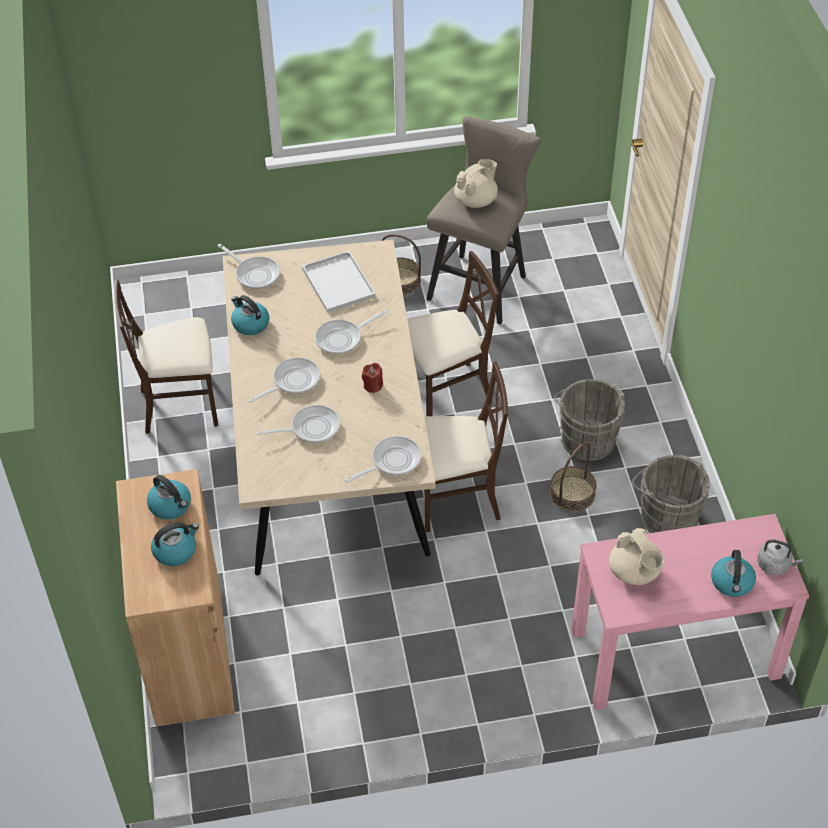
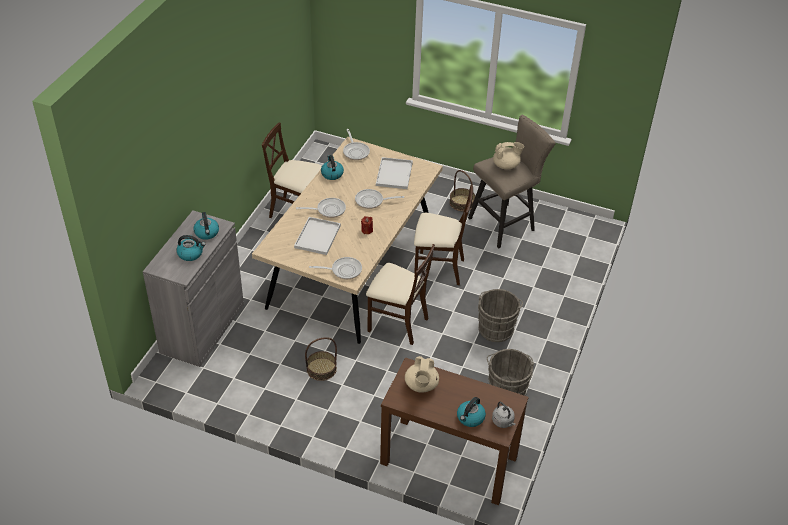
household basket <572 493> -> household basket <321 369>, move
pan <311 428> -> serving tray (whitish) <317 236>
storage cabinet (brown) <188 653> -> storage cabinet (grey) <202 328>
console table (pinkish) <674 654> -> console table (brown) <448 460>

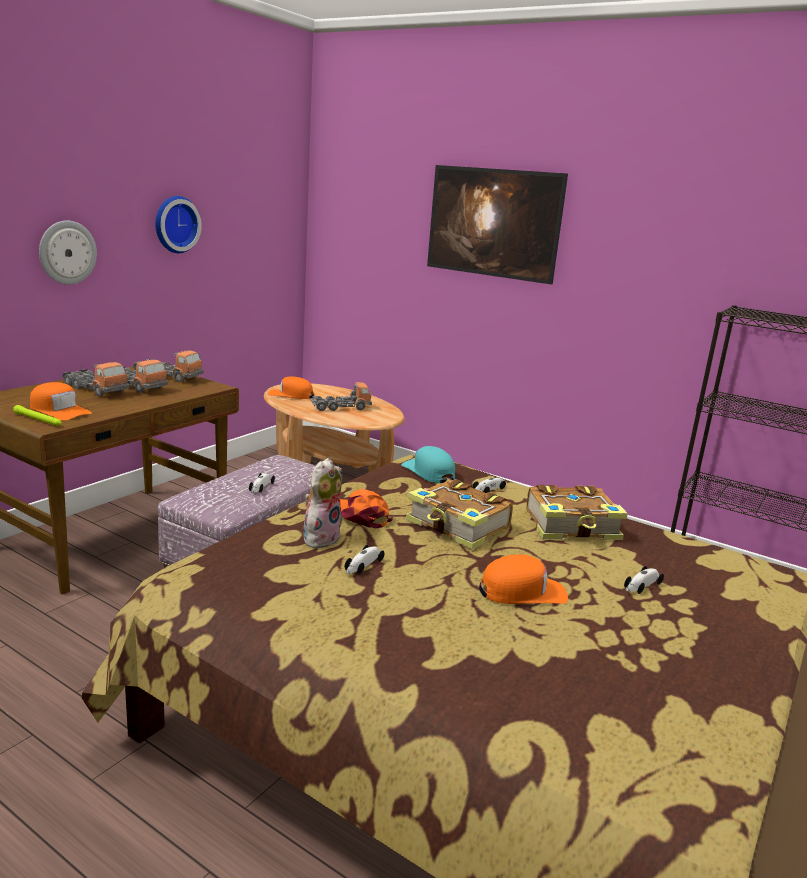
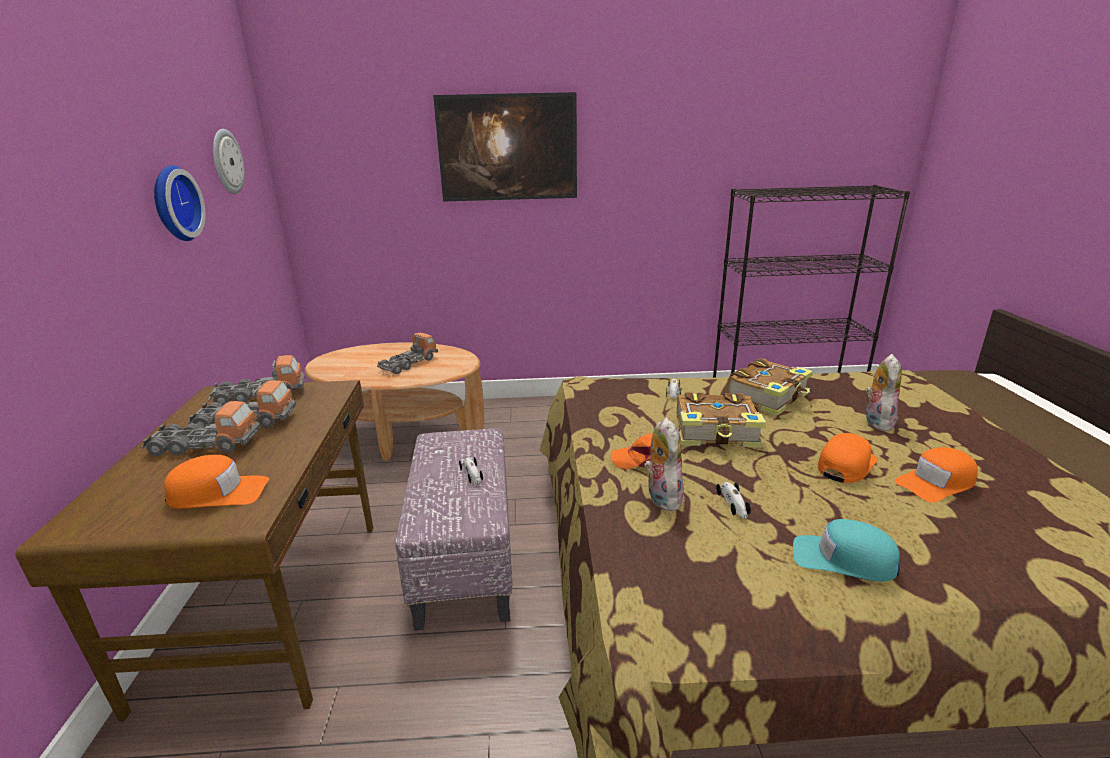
hand torch (green-coloured) <38 420> -> none
wall clock <67 252> -> wall clock <226 162>, move
peaked cap (orange-coloured) <291 395> -> peaked cap (orange-coloured) <936 483>, move
peaked cap (turquoise) <428 472> -> peaked cap (turquoise) <843 559>, move
miniature car <641 585> -> plush toy <876 421>

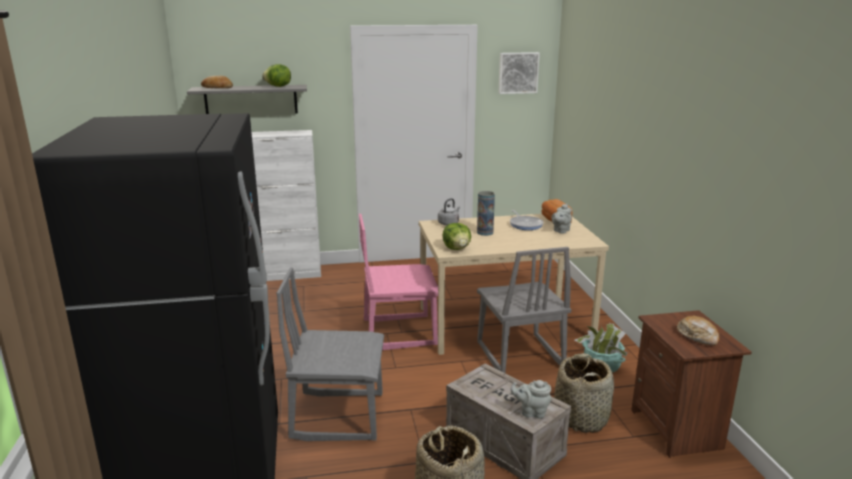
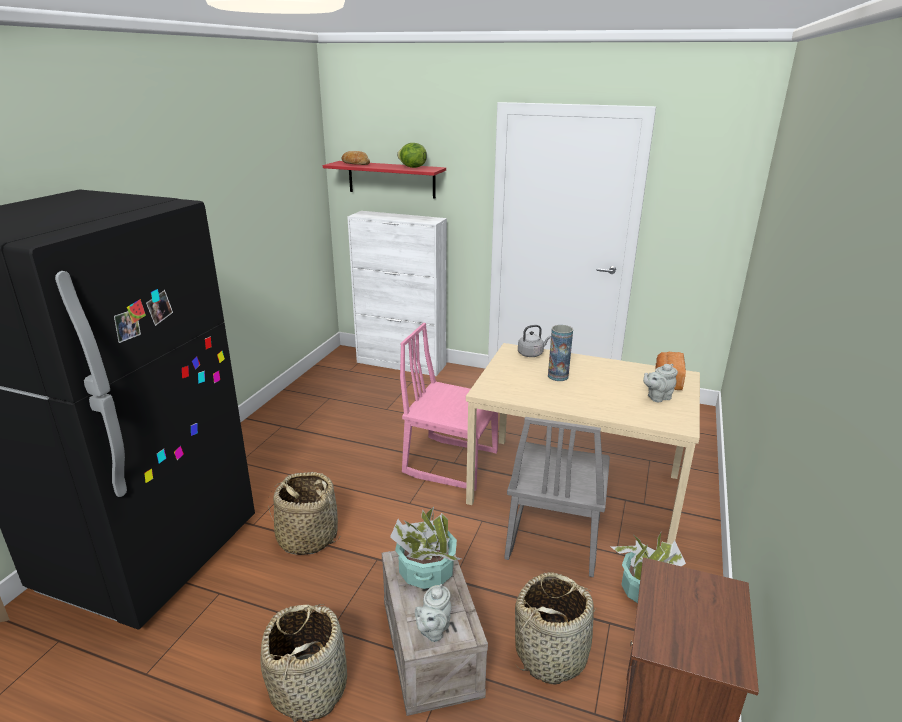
lettuce <457 248> -> none
picture <518 73> -> none
pan <525 224> -> none
bakery bread <698 336> -> none
none -> potted plant <426 571>
chair (grey) <338 415> -> household basket <307 537>
wall shelf (grey) <251 100> -> wall shelf (red) <391 179>
tea pot (grey) <531 412> -> tea pot (grey) <433 630>, 105 degrees counterclockwise

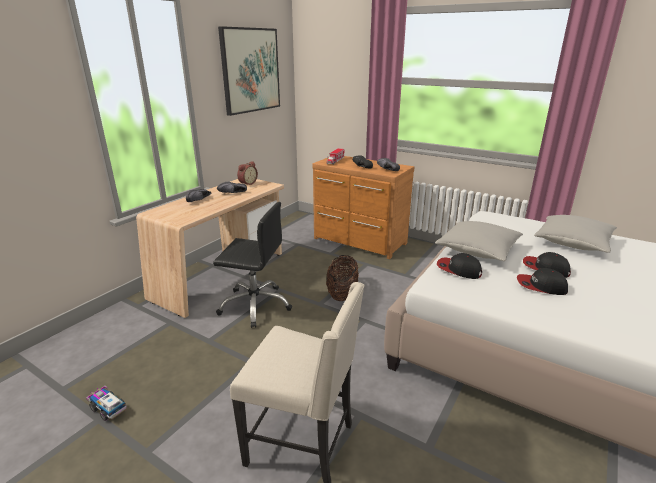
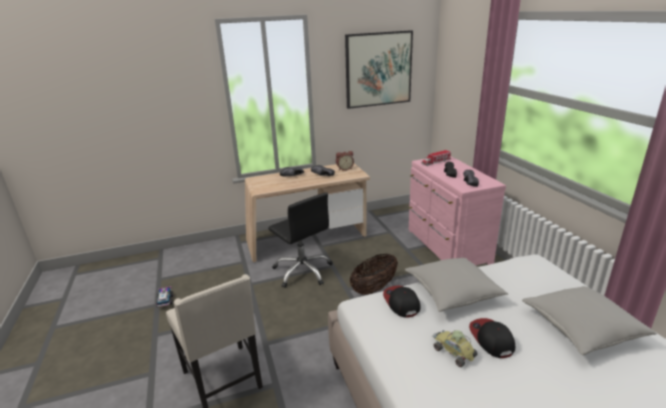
peaked cap <540 286> -> miniature car <453 352>
dresser (brown) <359 242> -> dresser (pinkish) <446 247>

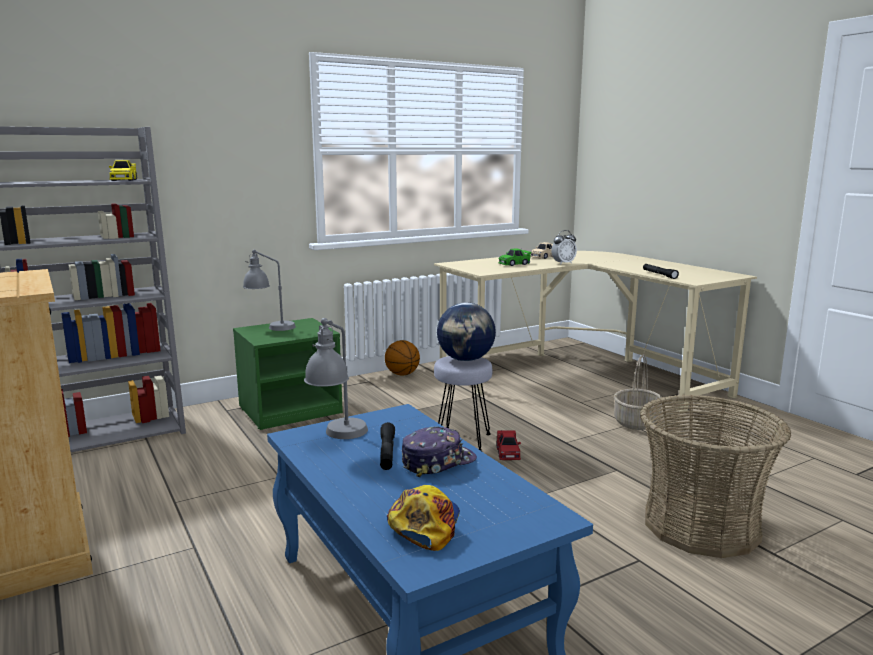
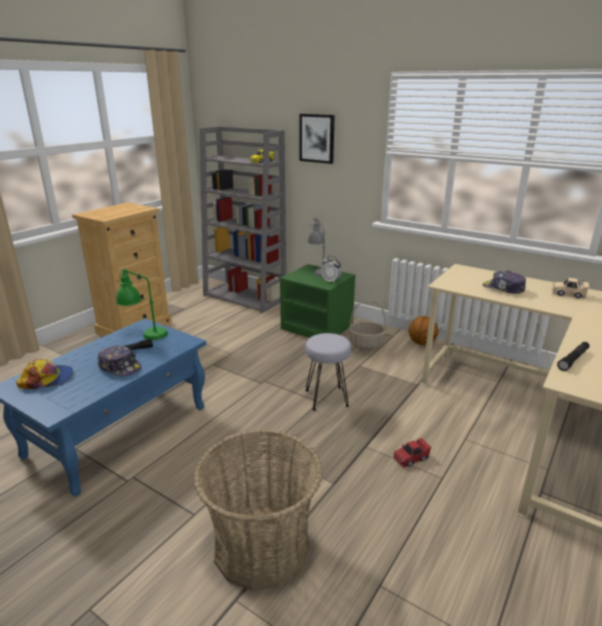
globe <465 360> -> none
none -> picture <317 138>
miniature car (red) <508 453> -> miniature car (red) <411 458>, move
table clock <563 263> -> table clock <331 281>, move
household basket <636 423> -> household basket <366 344>, move
miniature car (green-coloured) <514 264> -> peaked cap <503 288>
tabletop lamp (grey) <339 438> -> tabletop lamp (green-coloured) <144 335>

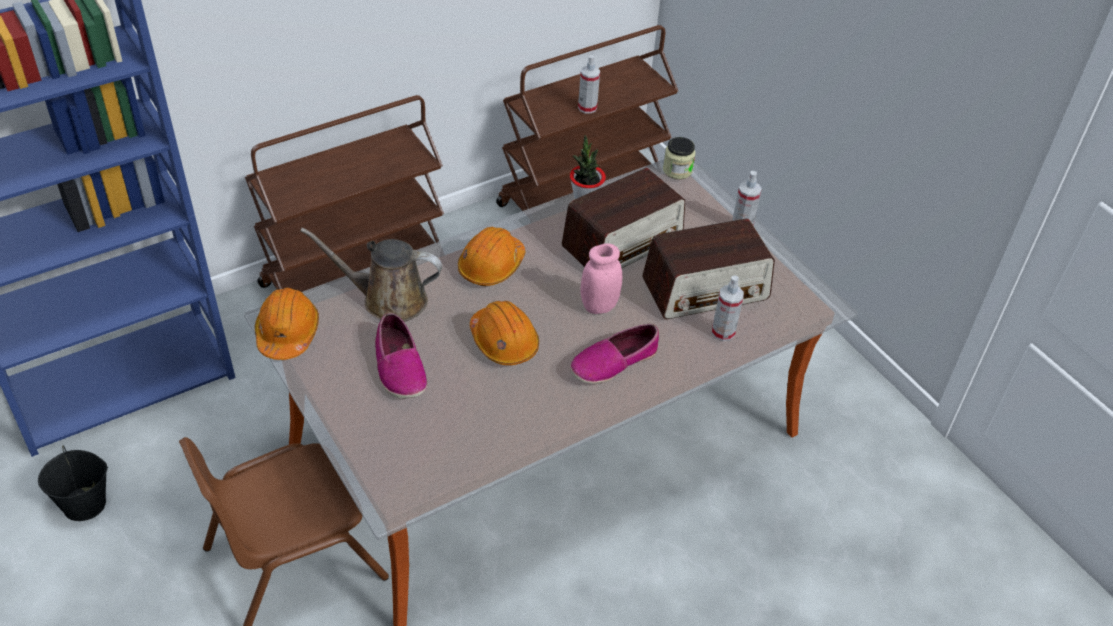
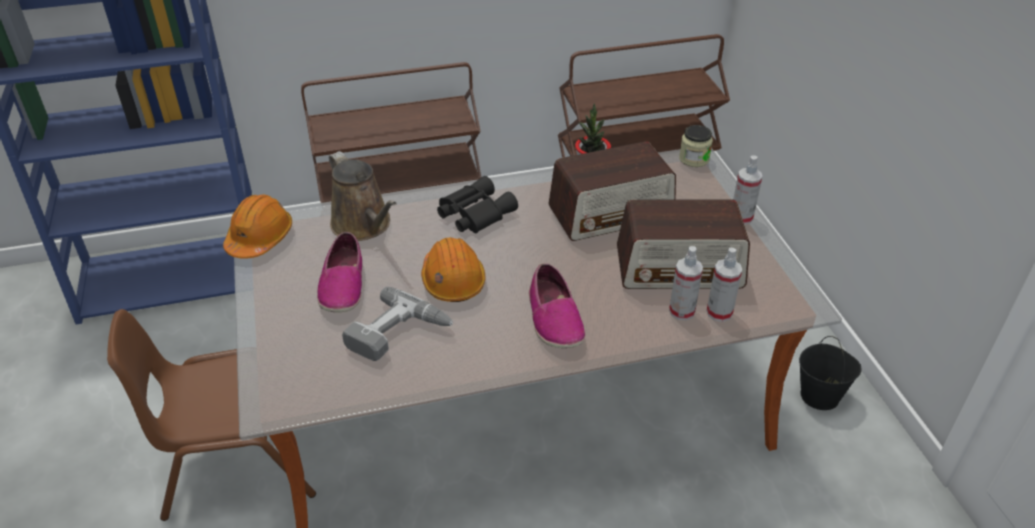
preserve jar (pinkish) <599 306> -> none
none -> power drill <399 335>
bucket (black) <85 504> -> bucket (black) <820 396>, move
hand sprayer <587 108> -> hand sprayer <719 312>, move
hard hat (orange-coloured) <491 266> -> binoculars (black) <473 213>
watering pot (brown) <388 299> -> watering pot (brown) <364 225>, 150 degrees counterclockwise
item of footwear <613 362> -> item of footwear <554 319>, 90 degrees counterclockwise

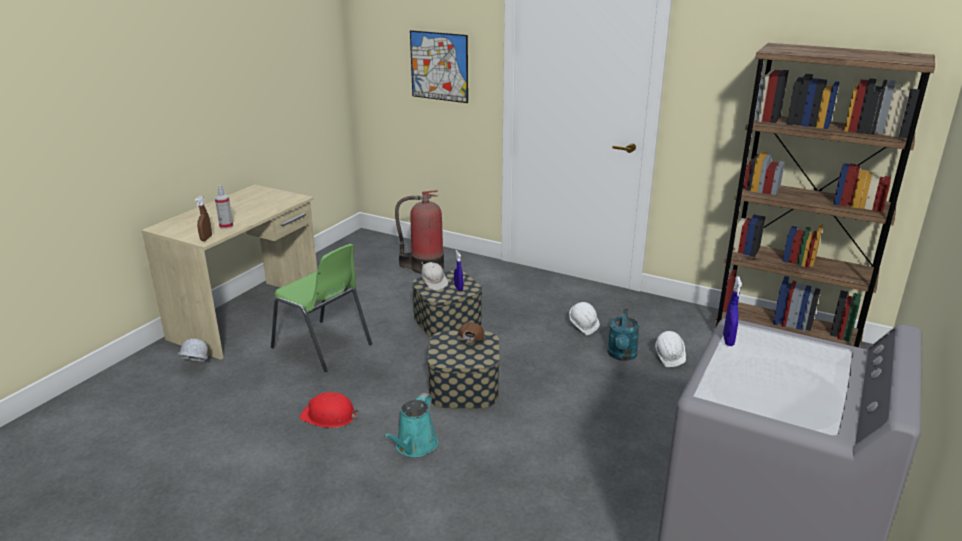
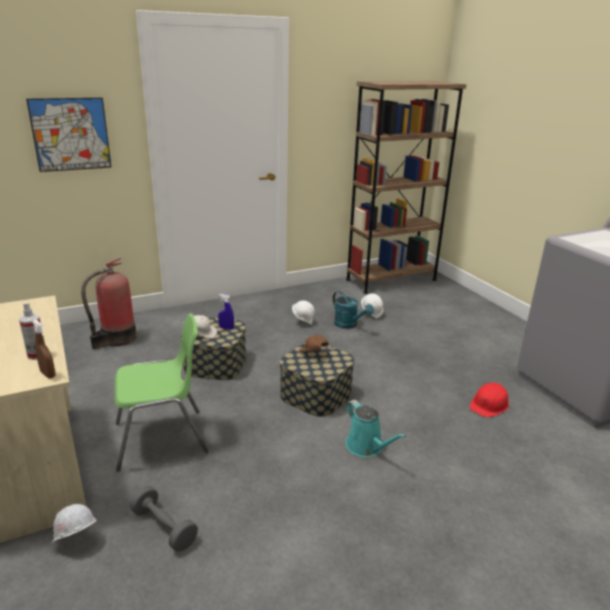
hand sprayer (blue) <728 340> -> none
none -> free weight (grey) <164 527>
hard hat (red) <329 416> -> hard hat (red) <489 404>, move

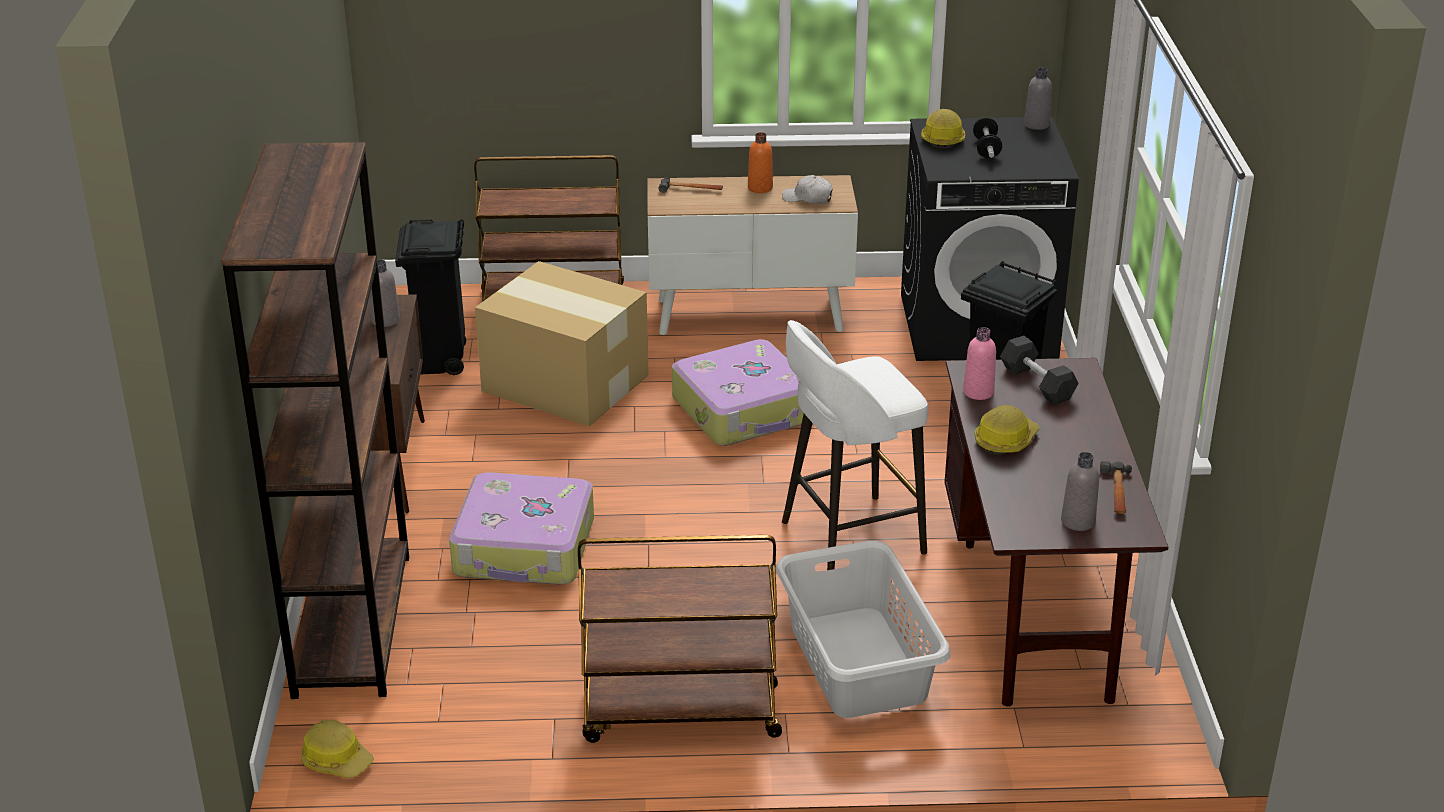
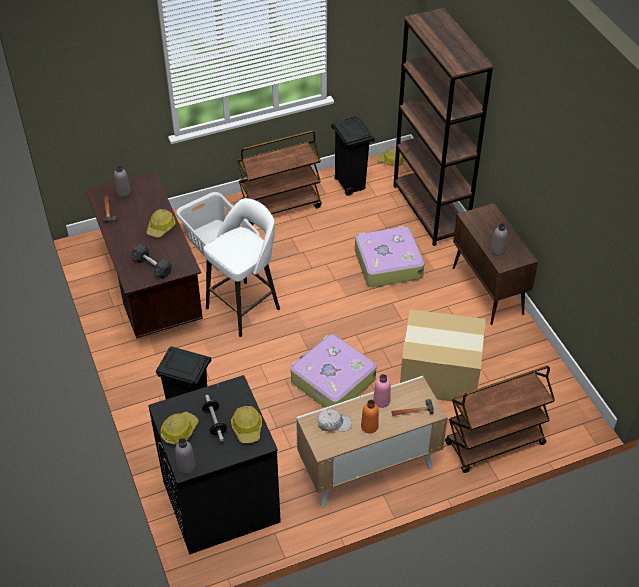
none -> hard hat <179 431>
rubbish bin (black) <441 363> -> rubbish bin (black) <350 185>, move
beverage bottle (pinkish) <978 392> -> beverage bottle (pinkish) <381 401>, move

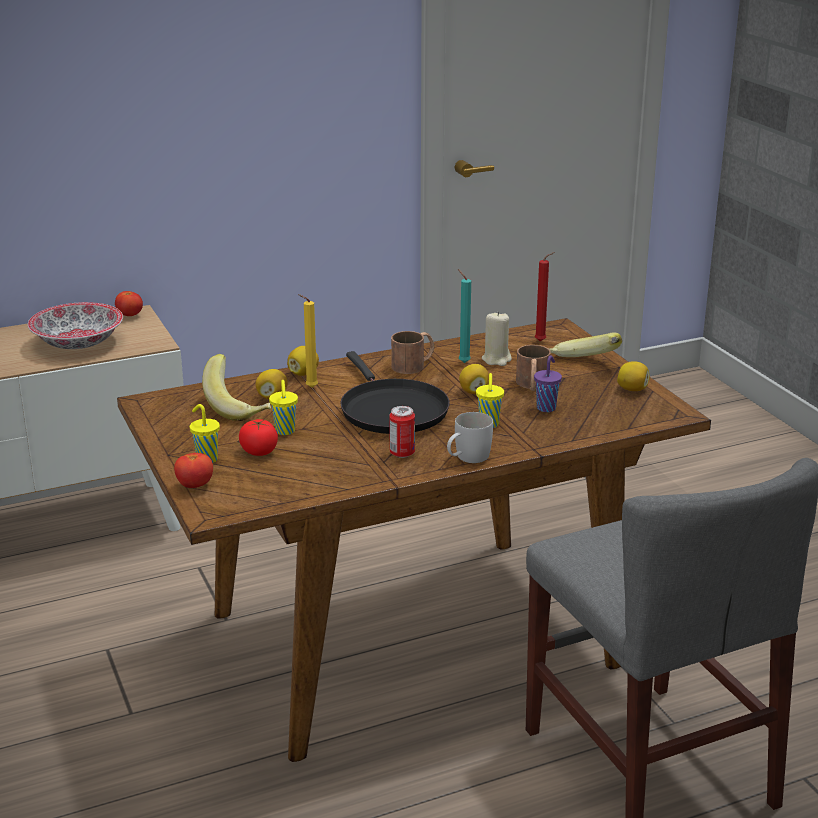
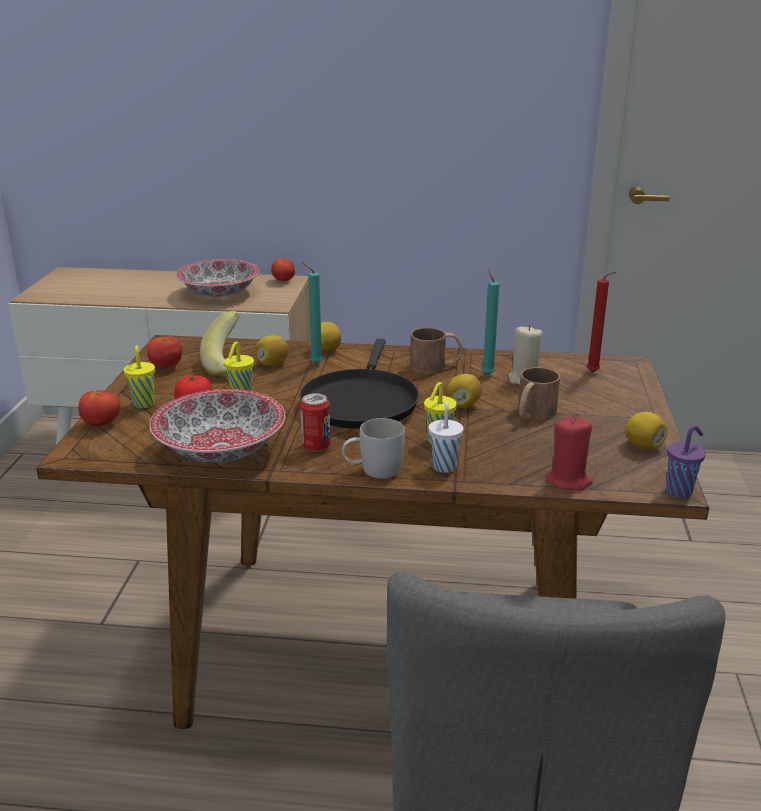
banana <579 365> -> none
none -> whole tomato <166 366>
none -> serving bowl <222 449>
none -> small cup (whitish) <444 466>
none -> wax light (red) <568 480>
small cup (purple) <546 408> -> small cup (purple) <680 491>, move
wax light (yellow) <309 388> -> wax light (turquoise) <314 363>

